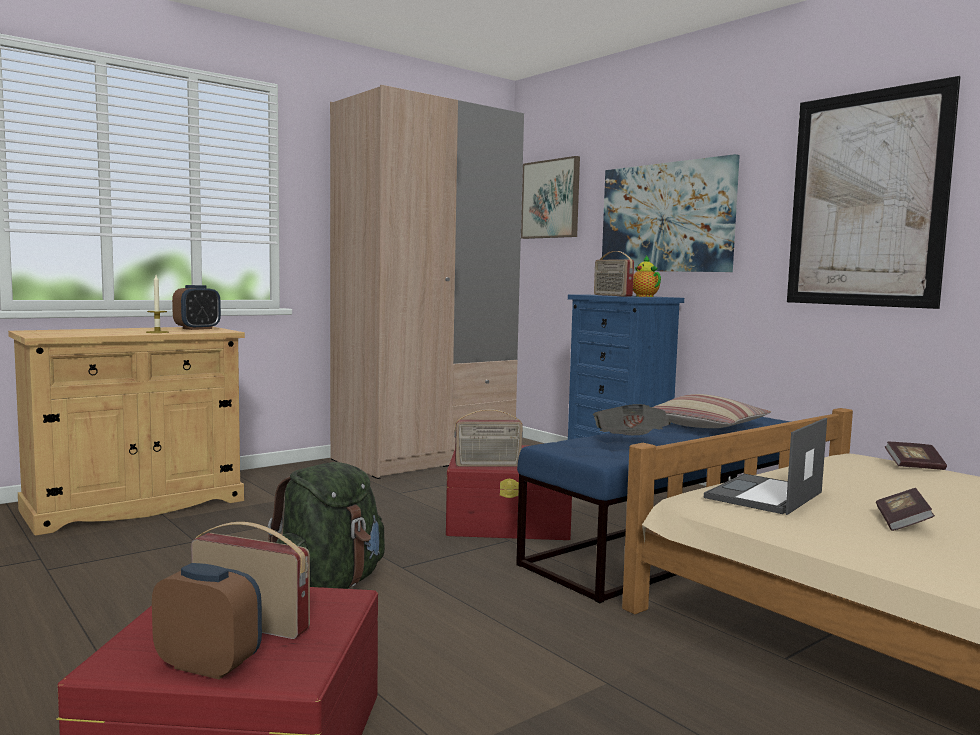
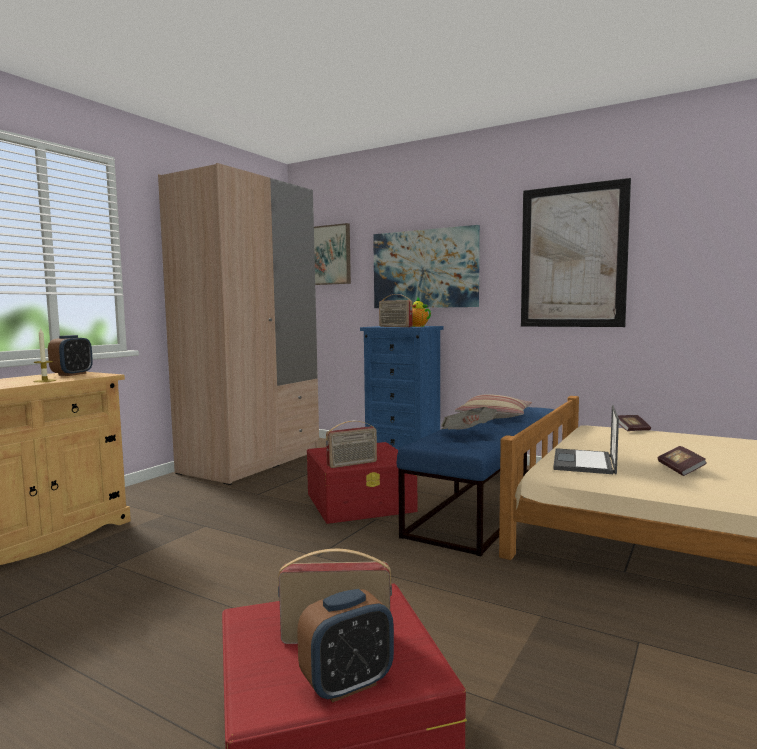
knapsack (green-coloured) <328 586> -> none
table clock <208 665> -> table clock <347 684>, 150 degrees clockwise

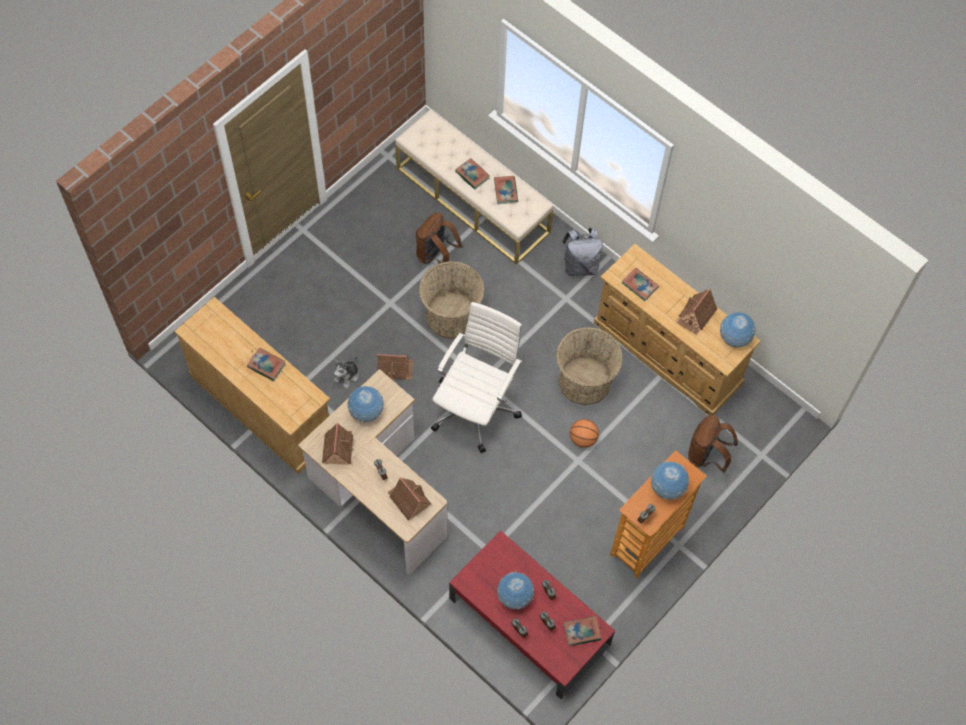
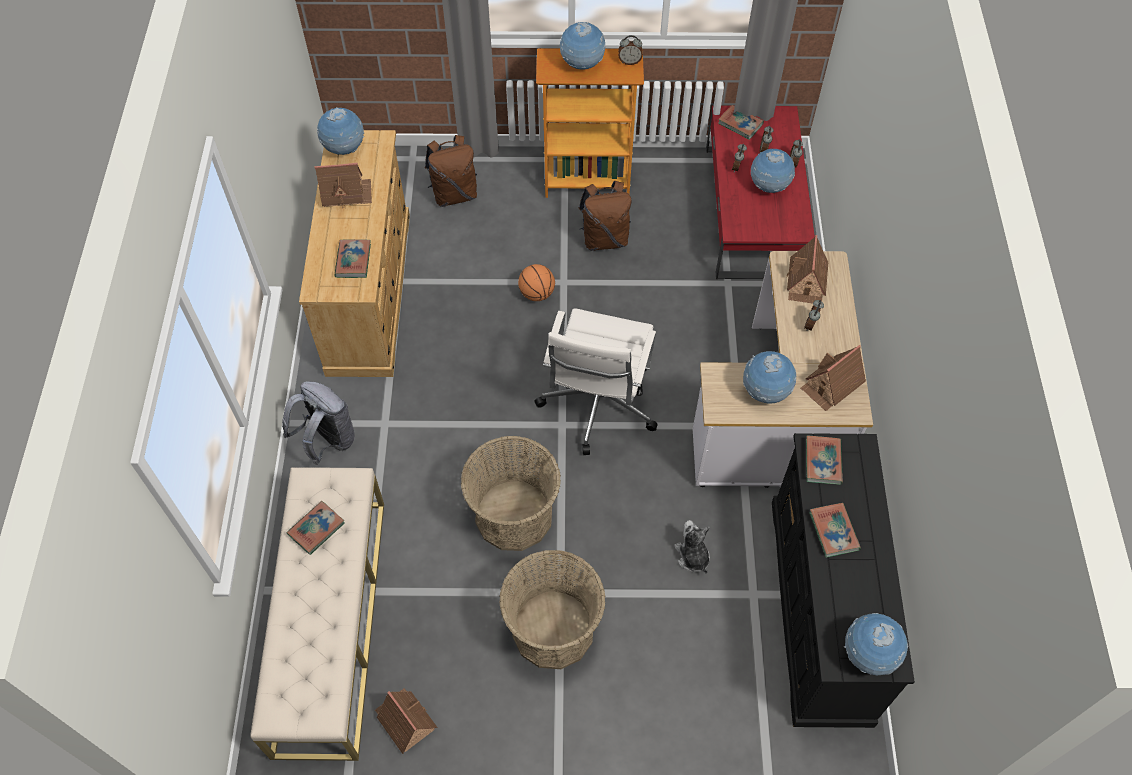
none -> globe <868 655>
toy house <395 368> -> toy house <405 721>, move
knapsack (brown) <436 255> -> knapsack (brown) <604 238>, move
book <472 175> -> book <823 462>, move
household basket <585 381> -> household basket <553 629>, move
dresser (beige-coloured) <261 407> -> dresser (black) <820 610>
plush toy <347 375> -> plush toy <692 556>, 105 degrees counterclockwise
desk chair (whitish) <476 407> -> desk chair (whitish) <597 405>, 60 degrees counterclockwise

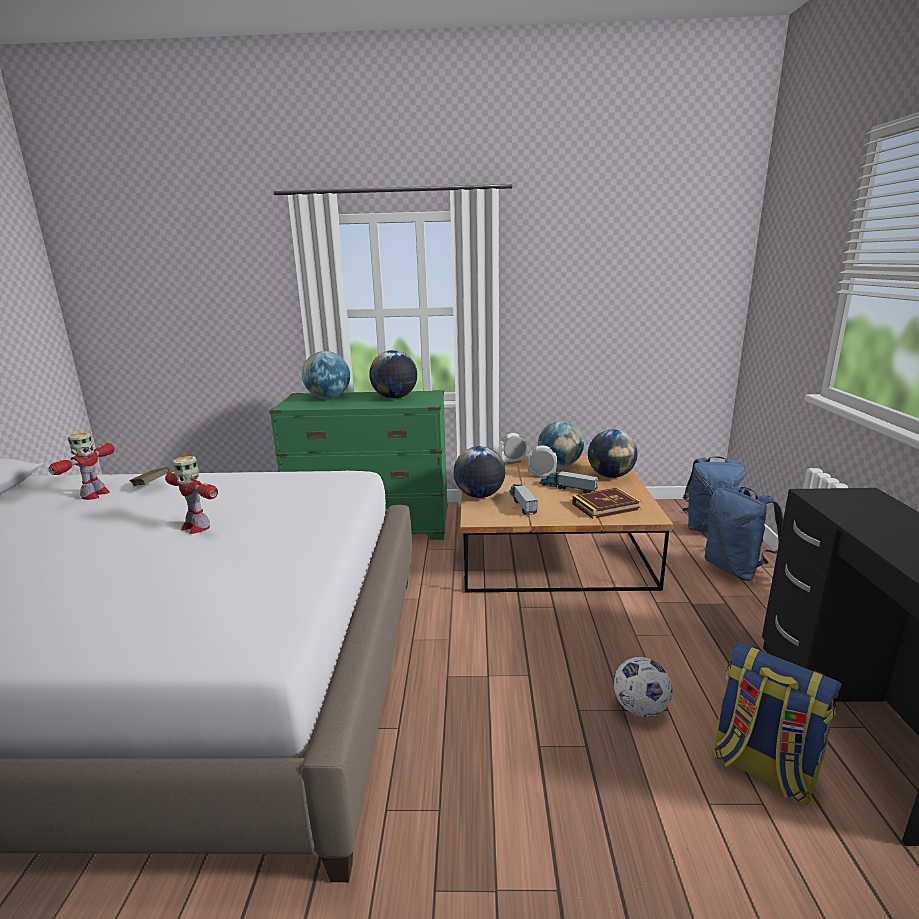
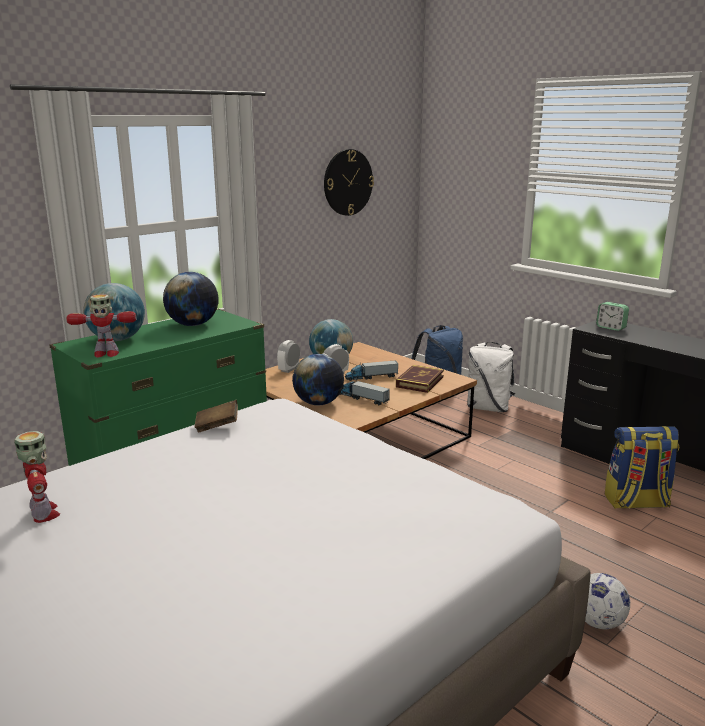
globe <610 476> -> none
none -> wall clock <348 182>
none -> table clock <611 327>
book (brown) <151 486> -> book (brown) <217 426>, move
toy robot <196 527> -> toy robot <106 354>, move
football ball <640 708> -> football ball <598 622>, move
knapsack (blue) <735 569> -> knapsack (whitish) <488 408>

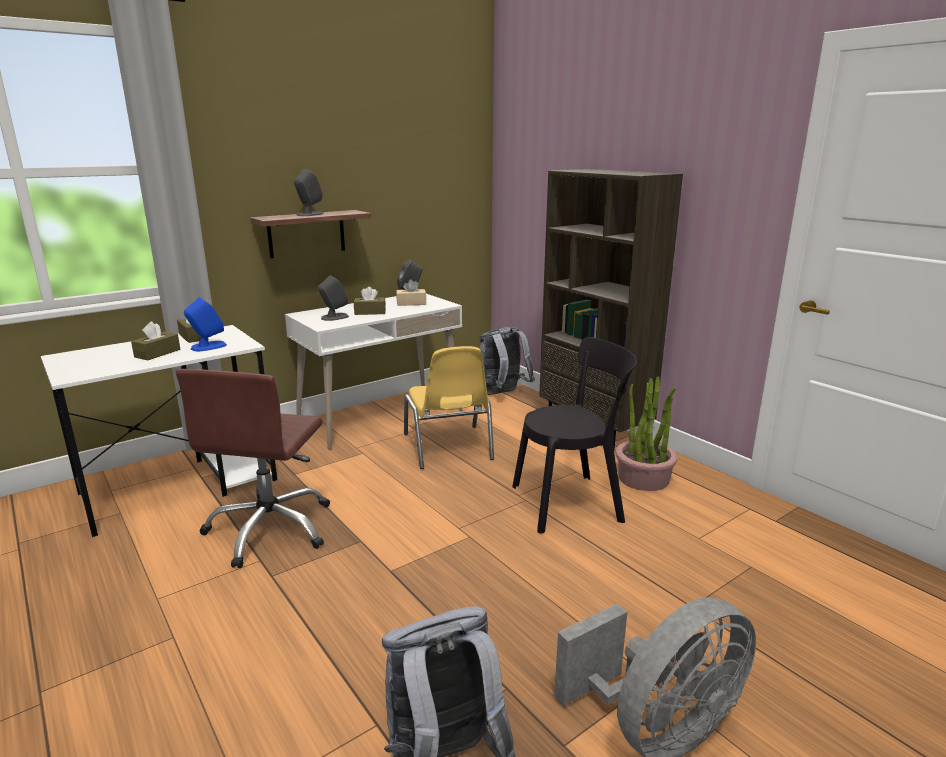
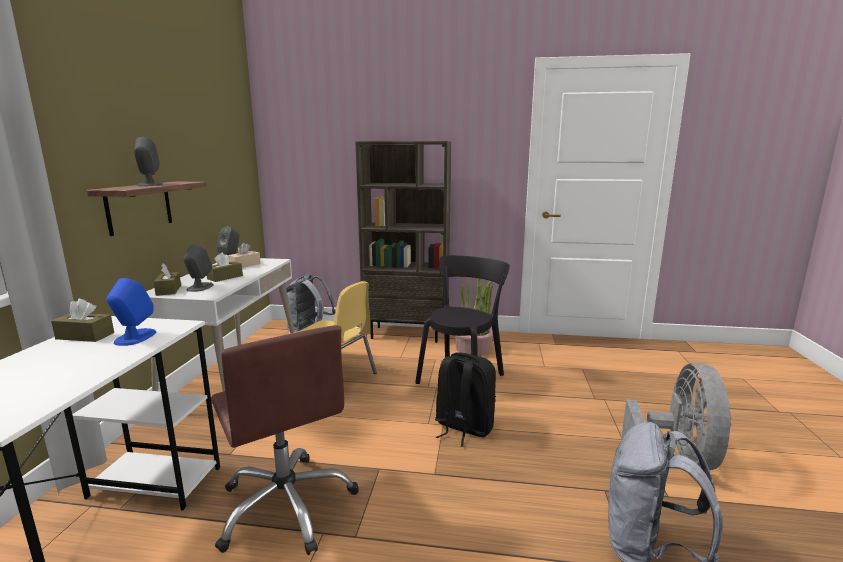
none -> knapsack (black) <463 427>
tissue box (brown) <157 353> -> tissue box (brown) <168 290>, move

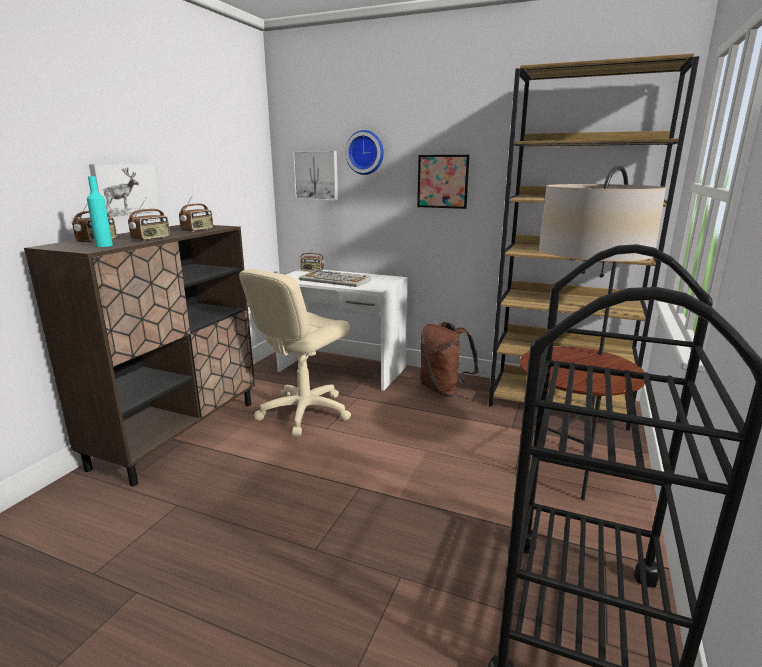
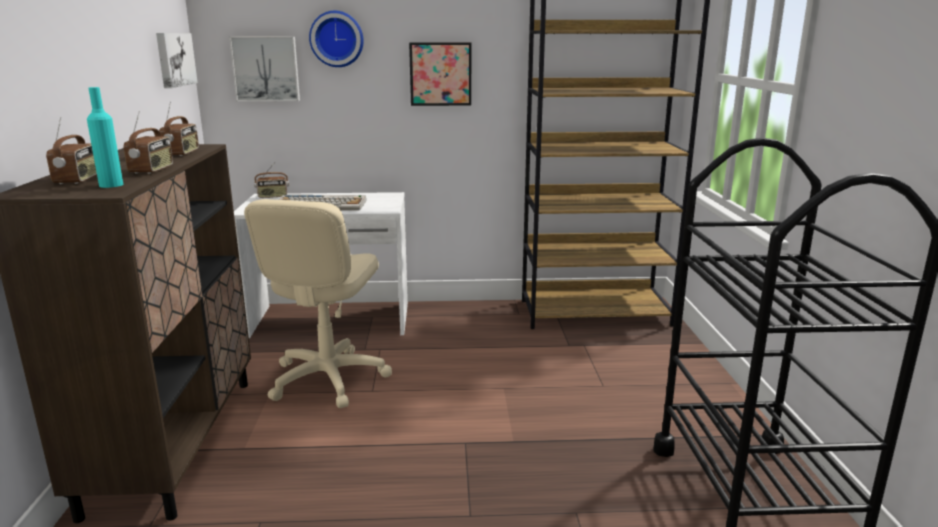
knapsack (brown) <444 390> -> none
standard lamp <566 469> -> none
picture <124 189> -> picture <174 59>, move

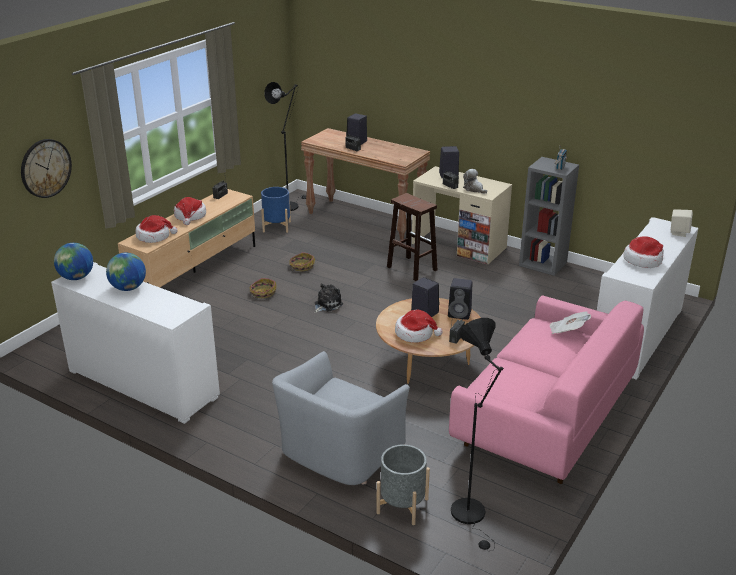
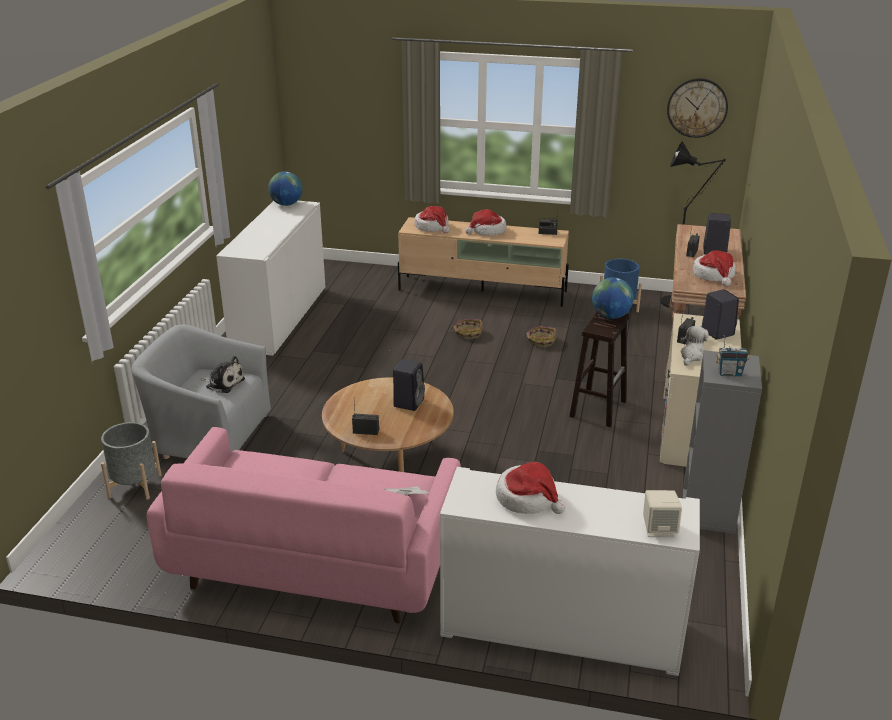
speaker (black) <460 314> -> none
standard lamp (black) <471 516> -> none
wall clock <45 168> -> wall clock <697 107>, move
globe <128 288> -> globe <610 316>, move
plush toy <327 304> -> plush toy <223 383>, move
hat <415 333> -> hat <714 275>, move

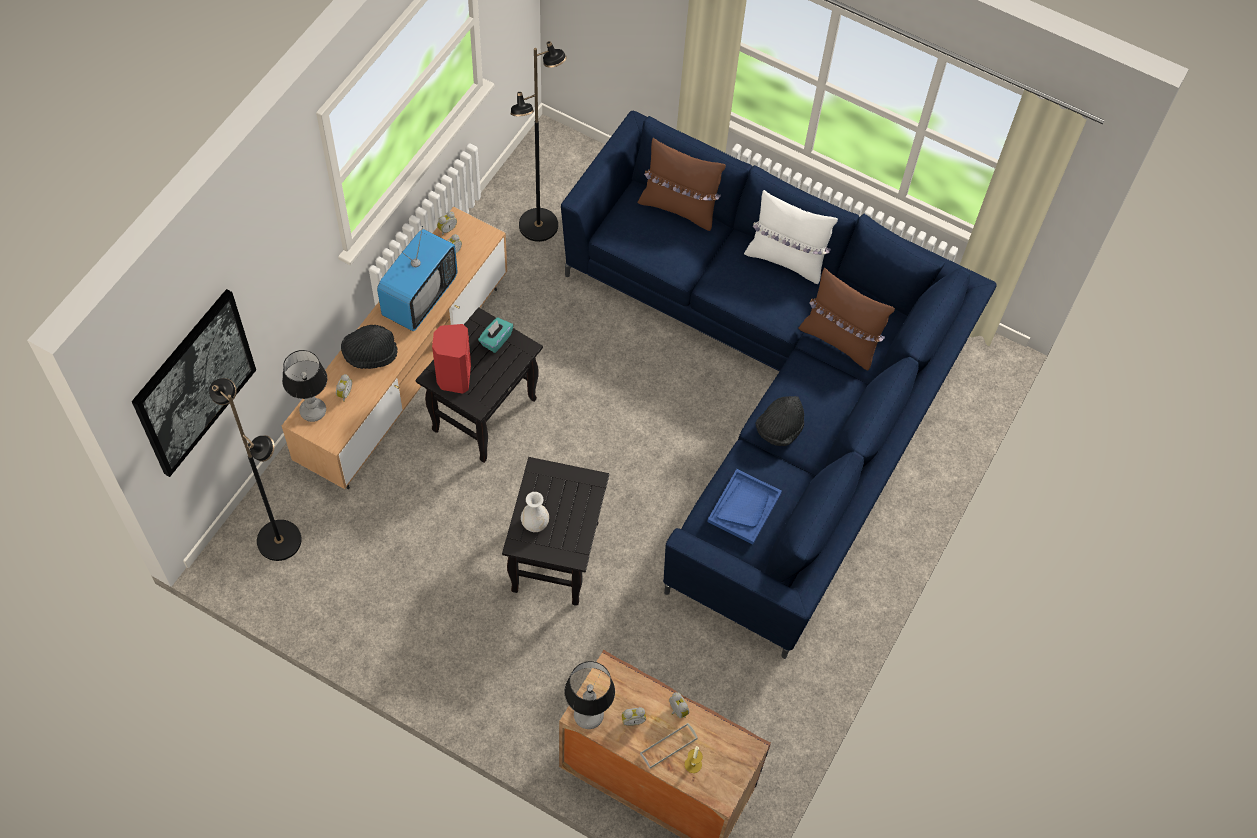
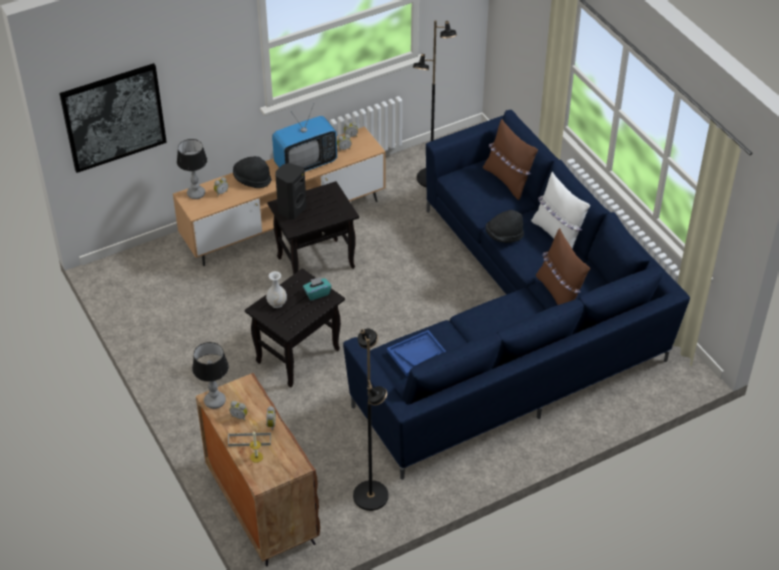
standard lamp (black) <280 540> -> standard lamp (black) <371 495>, move
tissue box (turquoise) <496 340> -> tissue box (turquoise) <317 293>, move
hat (black) <779 429> -> hat (black) <504 236>, move
speaker (red) <453 377> -> speaker (black) <291 209>

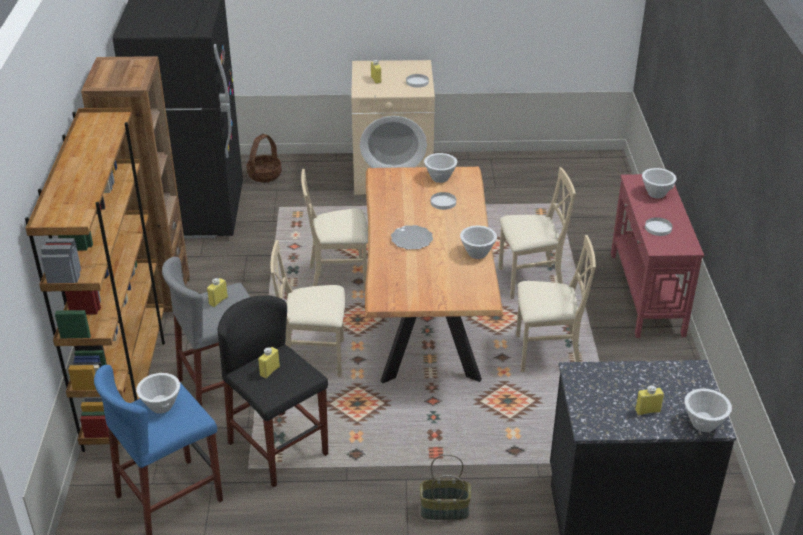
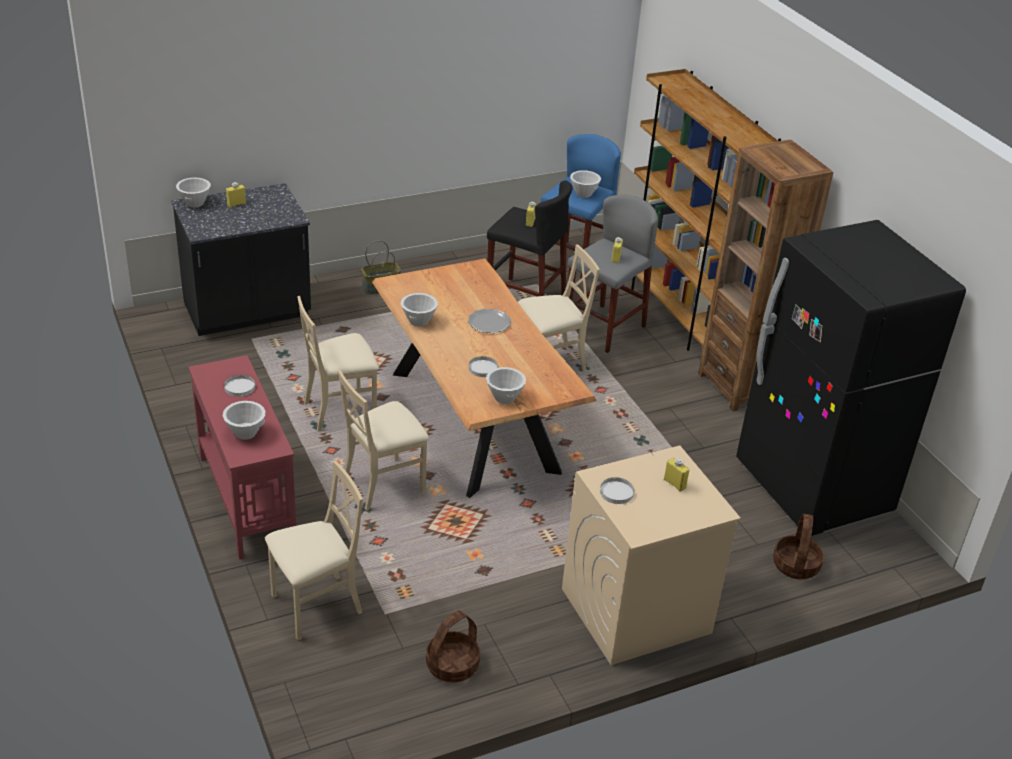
none -> household basket <452 665>
chair (beige-coloured) <339 278> -> chair (beige-coloured) <316 606>, move

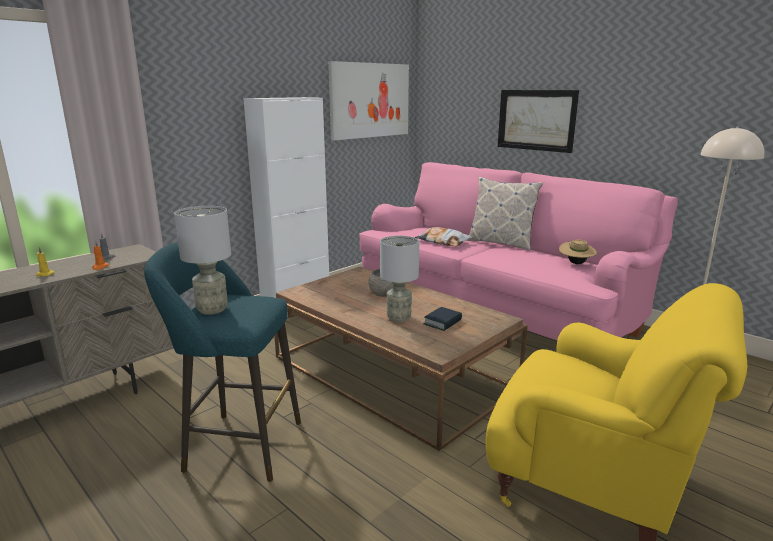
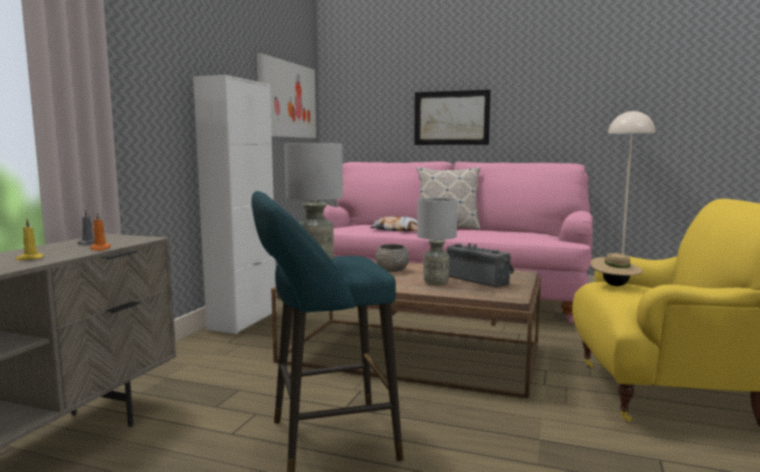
hat (beige-coloured) <576 263> -> hat (beige-coloured) <614 285>, move
book <442 322> -> radio set <479 280>

